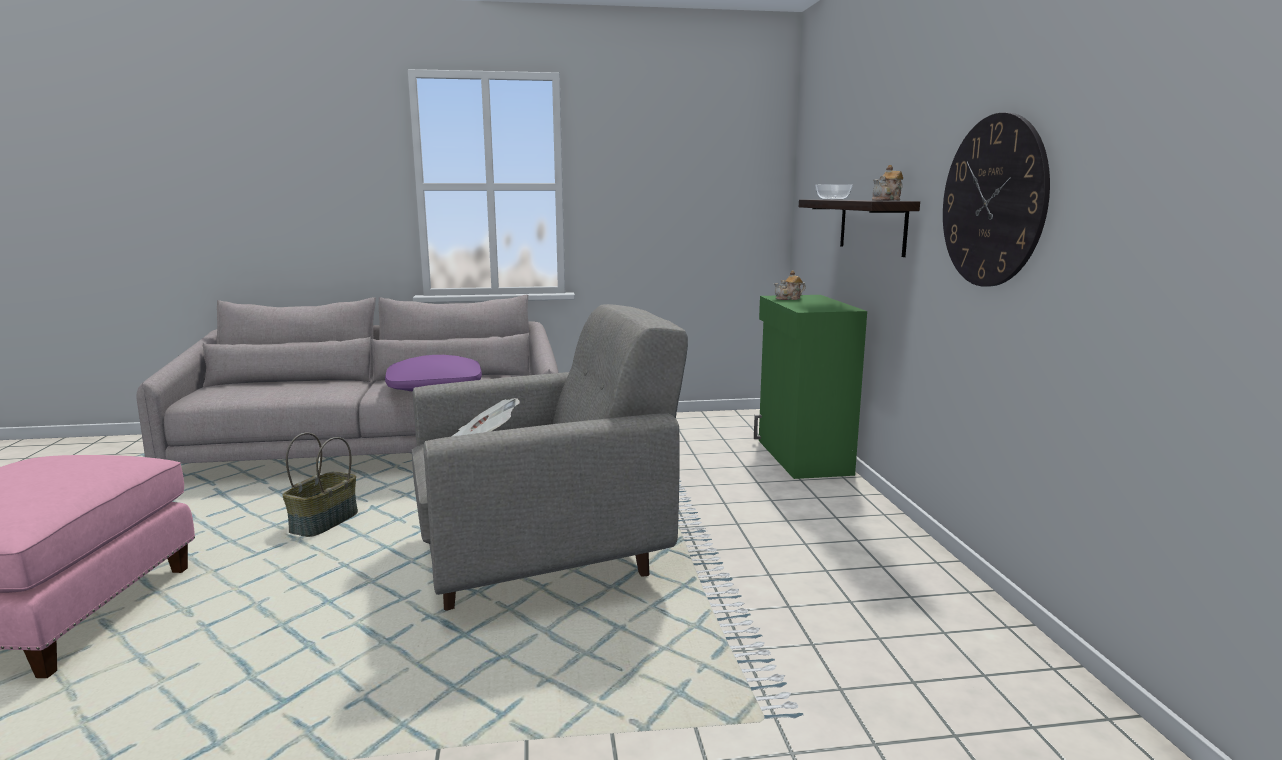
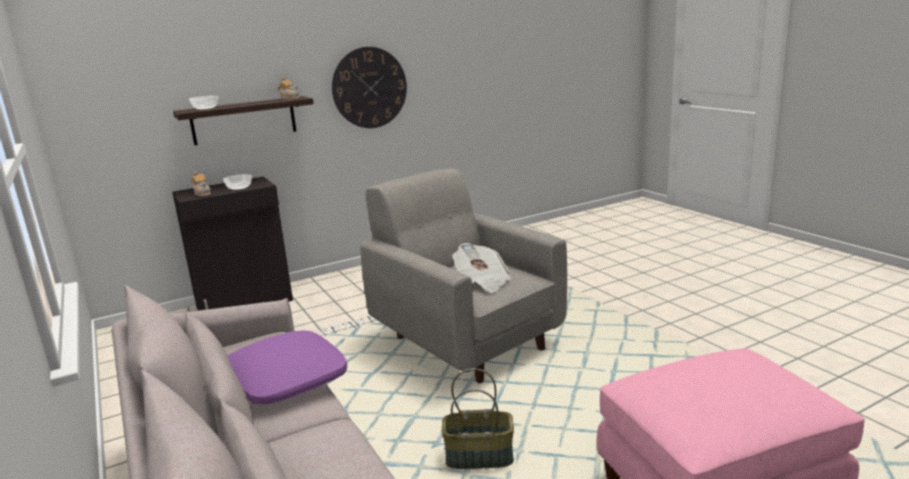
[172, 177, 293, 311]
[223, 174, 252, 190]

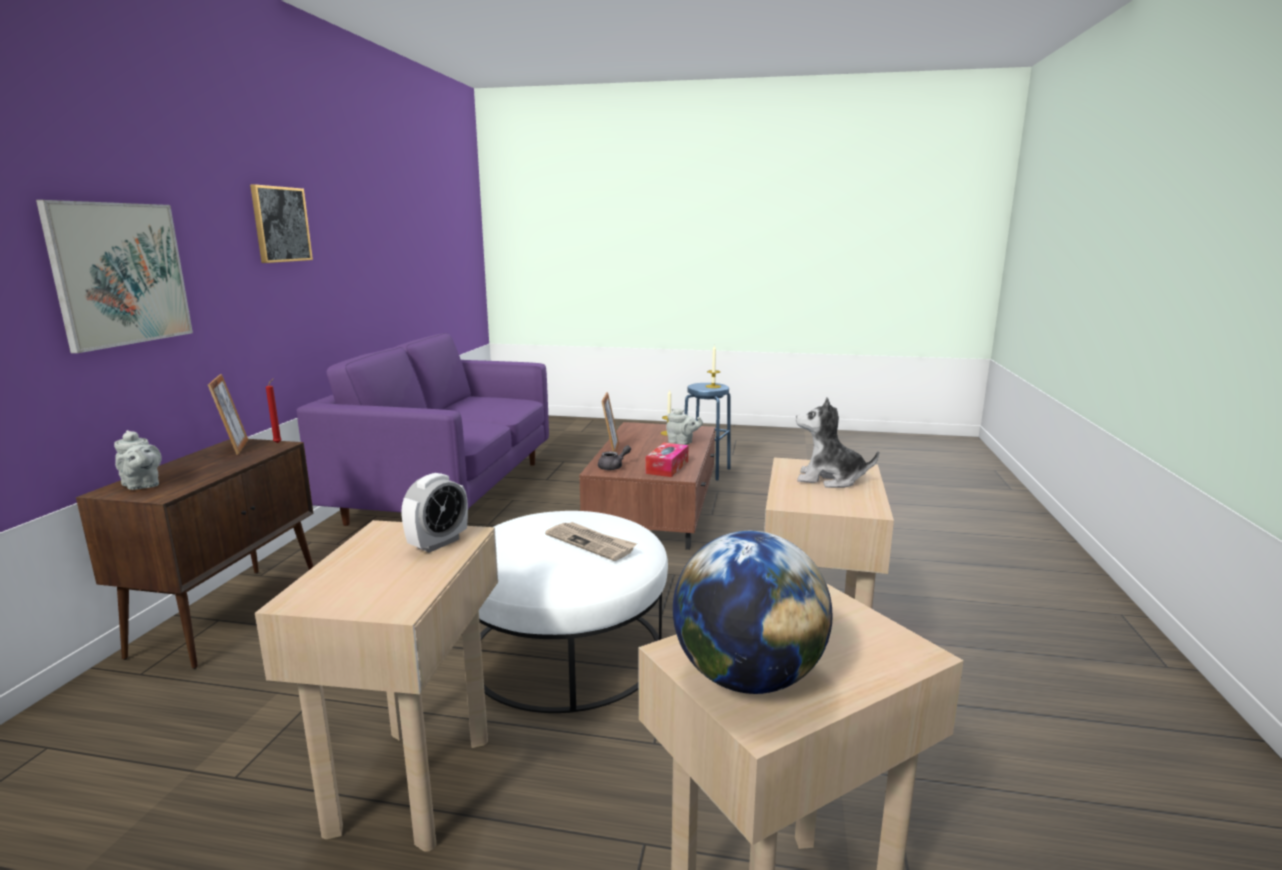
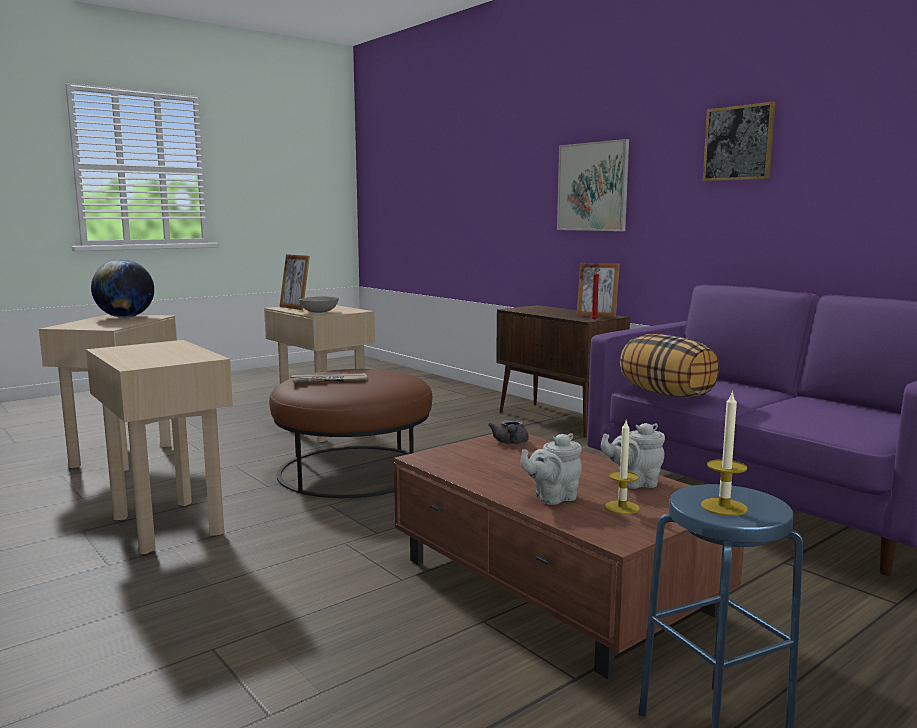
[279, 254, 310, 310]
[796, 397, 879, 488] (first image)
[601, 423, 665, 489]
[646, 443, 689, 477] (first image)
[299, 296, 339, 313]
[269, 369, 432, 498]
[620, 334, 720, 398]

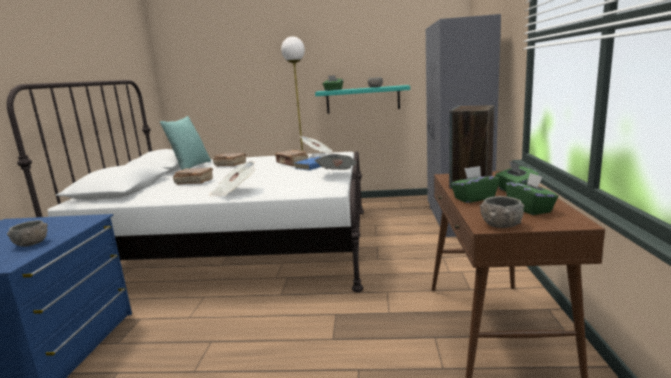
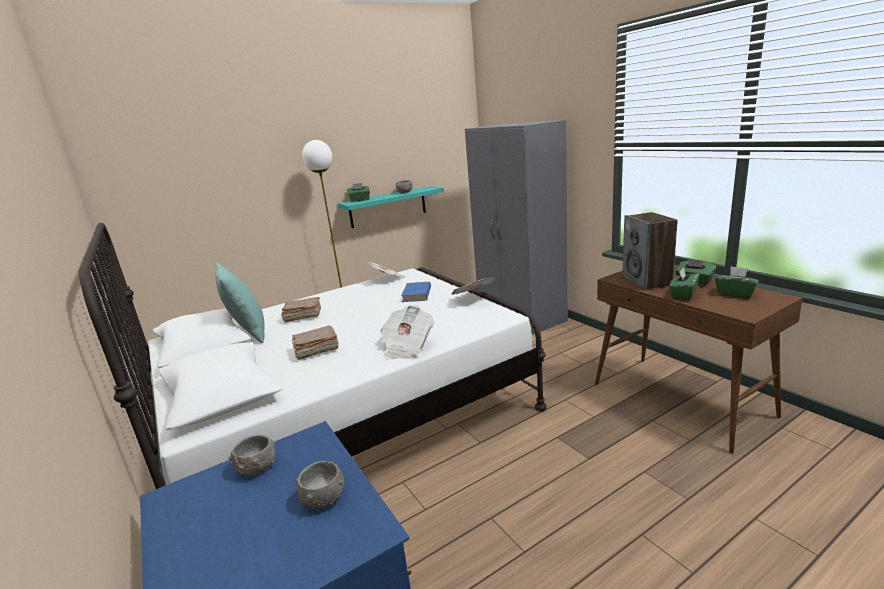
[274, 150, 308, 166] (first image)
[228, 435, 275, 476]

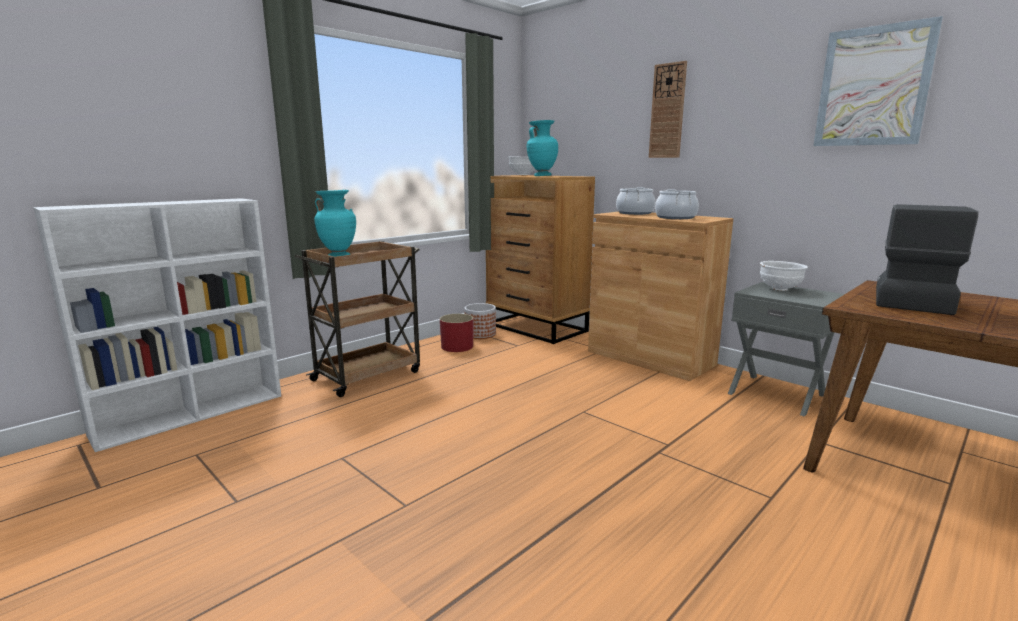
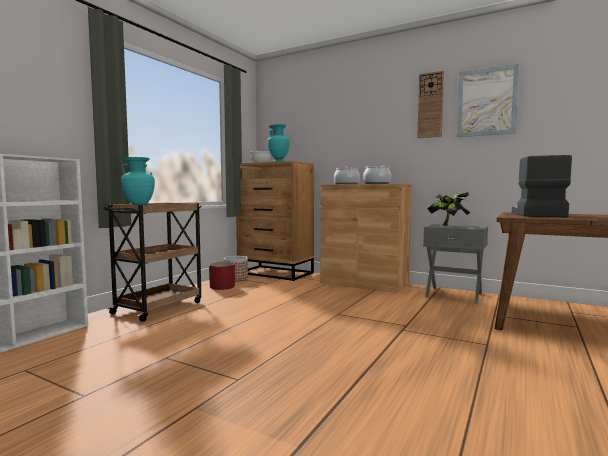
[417, 71, 444, 138]
[428, 192, 470, 225]

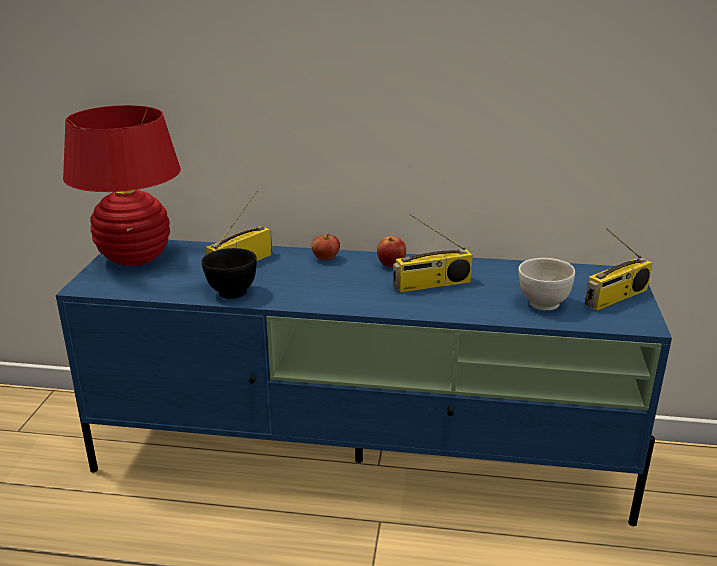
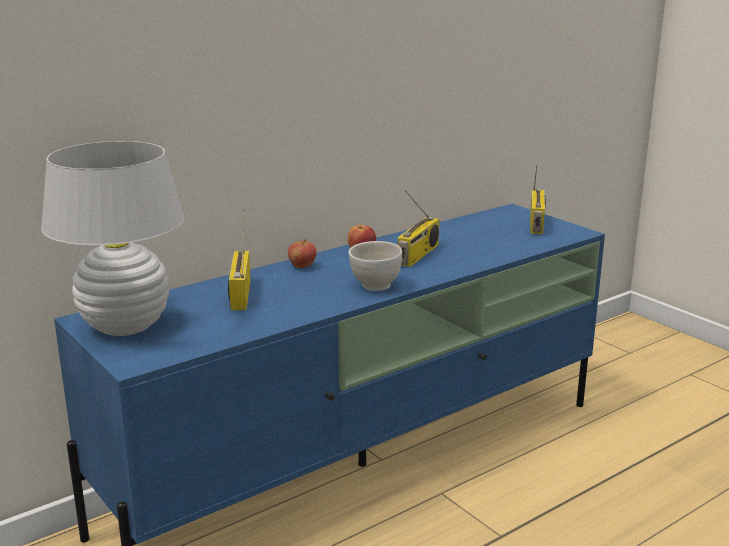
[41, 141, 184, 336]
[202, 248, 257, 299] (first image)
[349, 241, 402, 291]

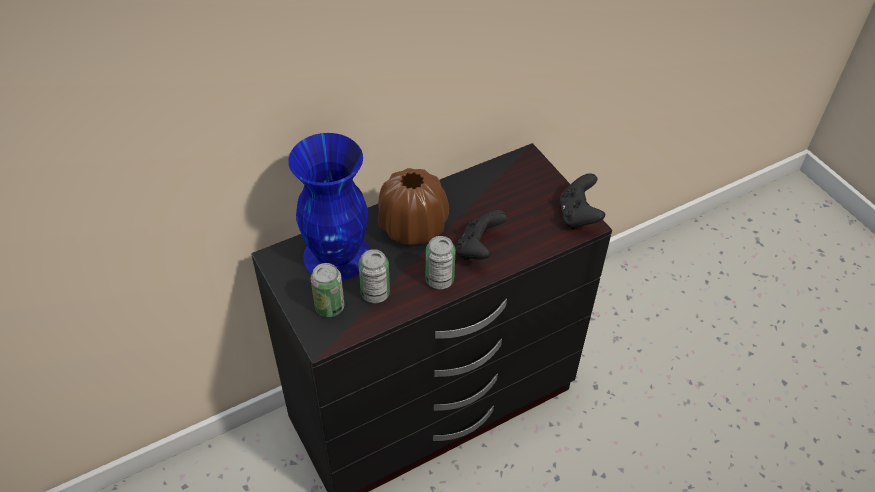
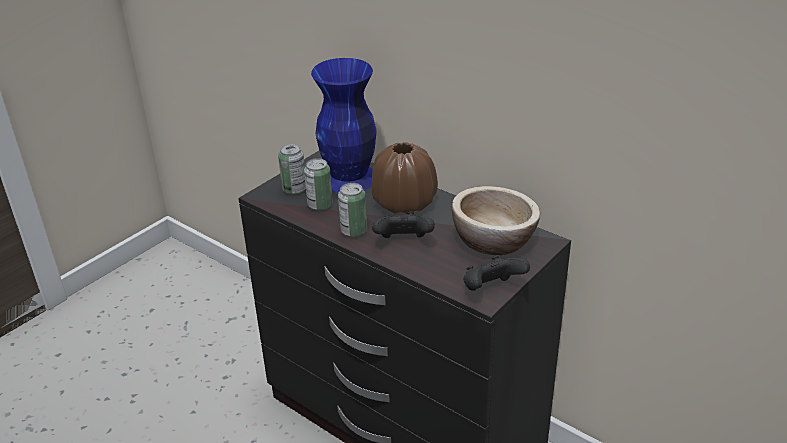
[452, 186, 540, 255]

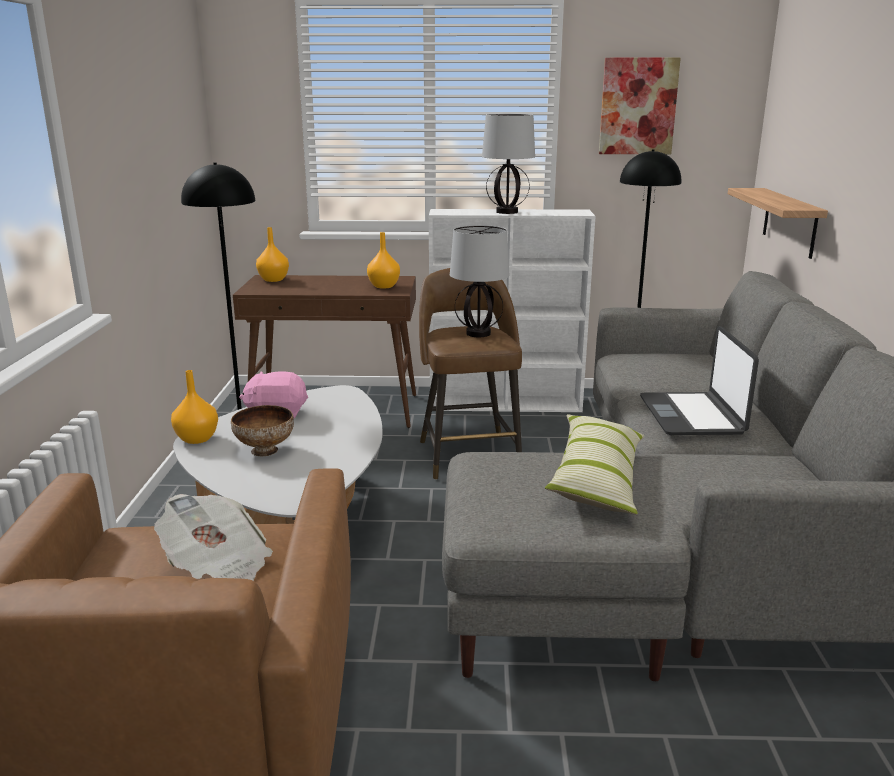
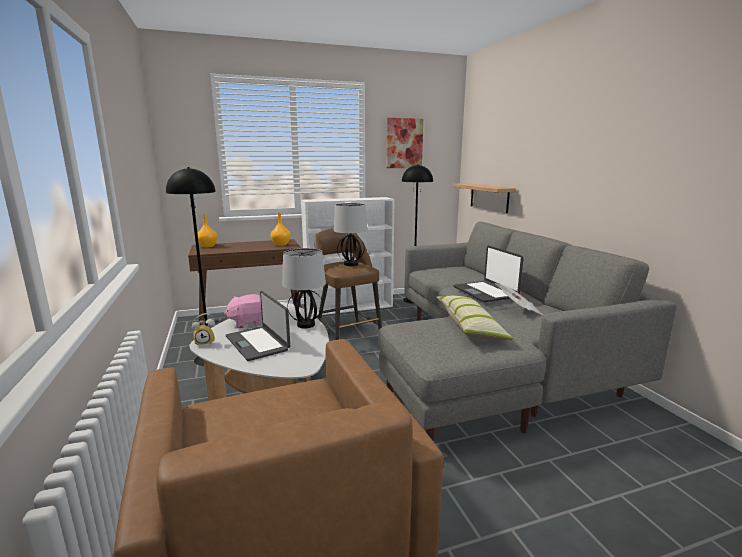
[282, 248, 326, 328]
[192, 313, 215, 345]
[226, 291, 290, 361]
[495, 283, 544, 315]

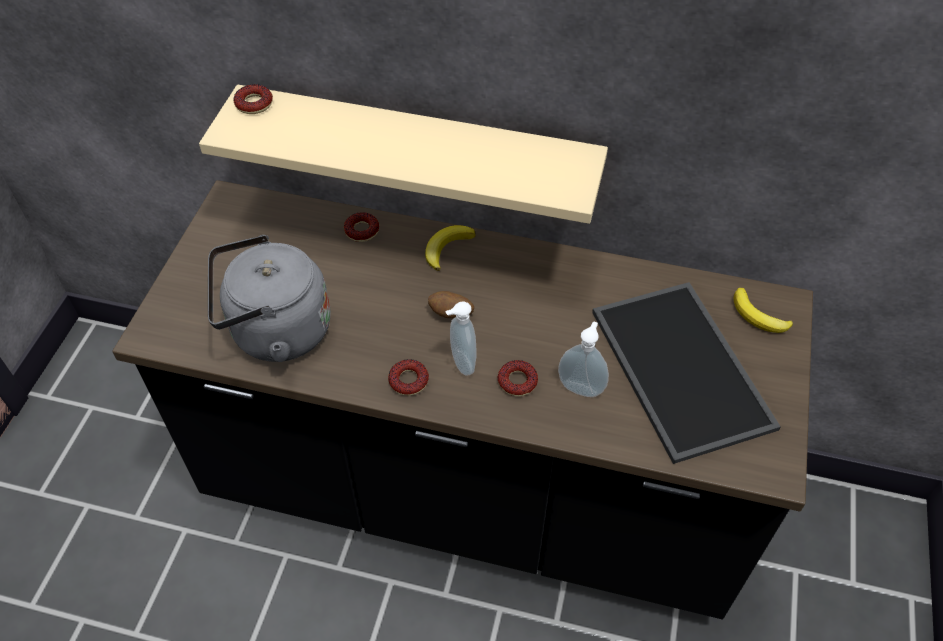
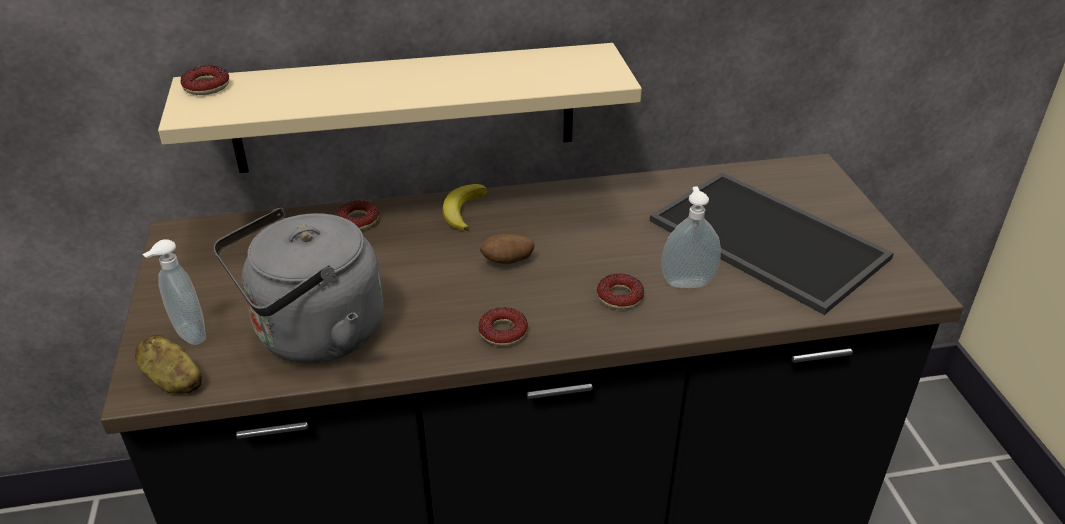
[734, 288, 793, 333] (first image)
[142, 239, 206, 345]
[135, 335, 202, 394]

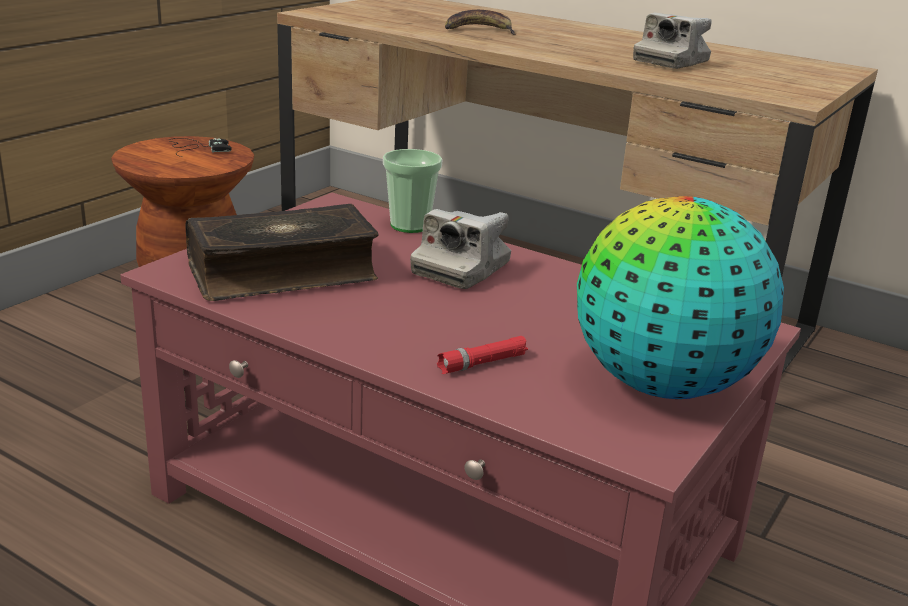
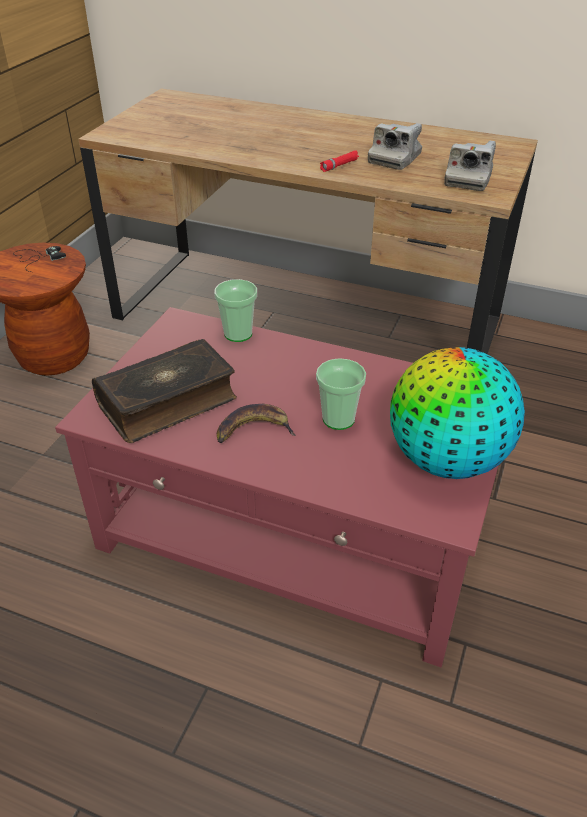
[217, 404, 296, 443]
[444, 141, 496, 191]
[320, 150, 359, 172]
[316, 358, 366, 430]

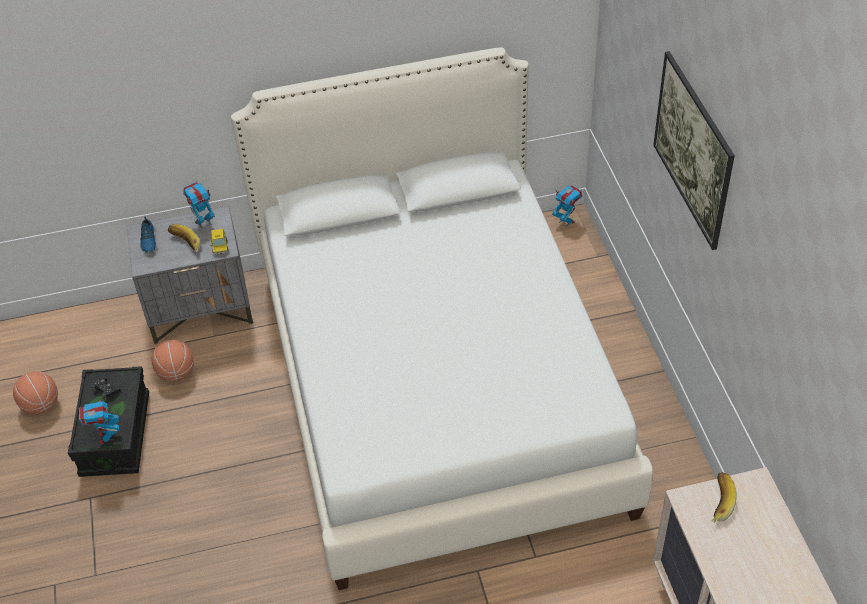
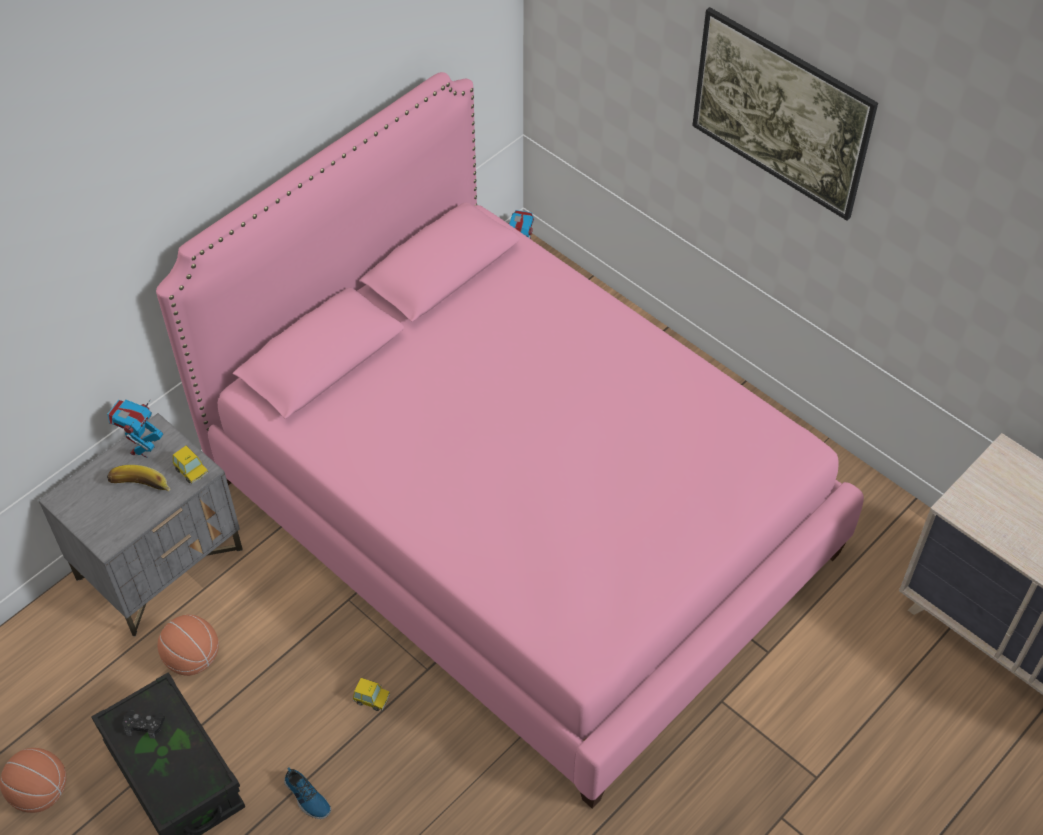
[156, 72, 864, 809]
[284, 767, 331, 819]
[79, 394, 120, 445] (first image)
[711, 472, 737, 523] (first image)
[353, 678, 390, 711]

